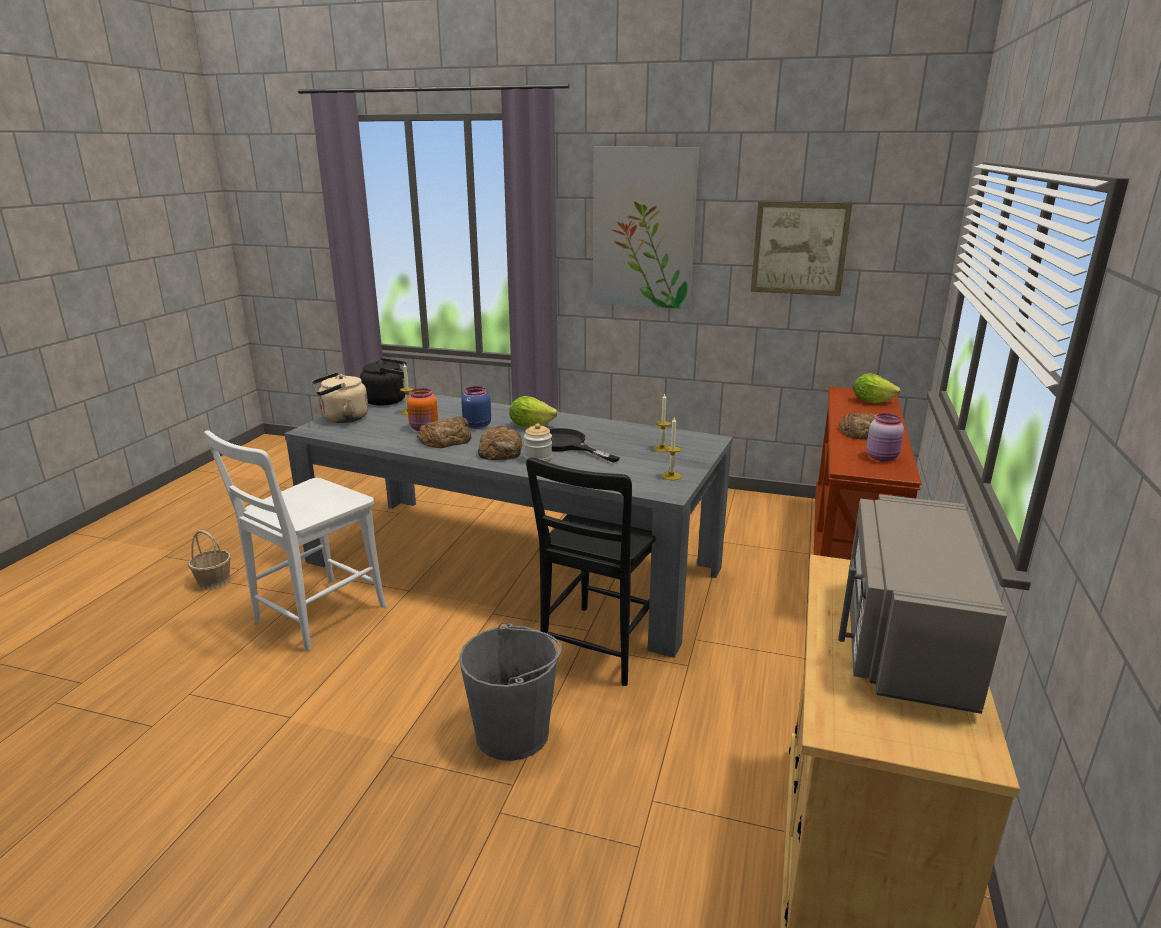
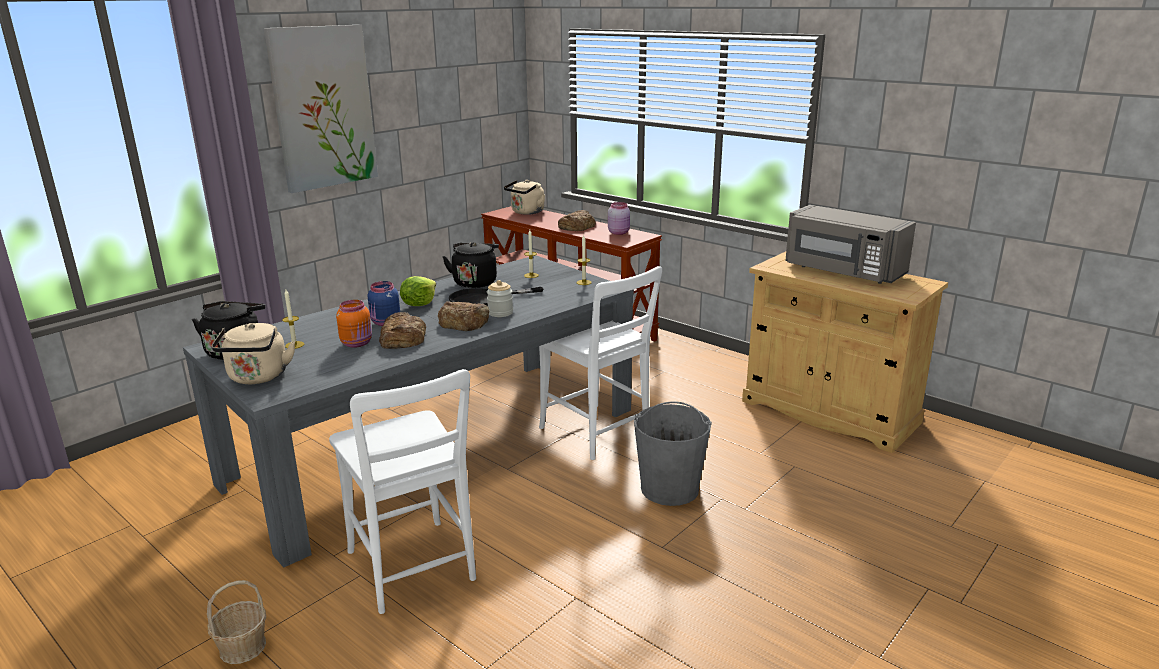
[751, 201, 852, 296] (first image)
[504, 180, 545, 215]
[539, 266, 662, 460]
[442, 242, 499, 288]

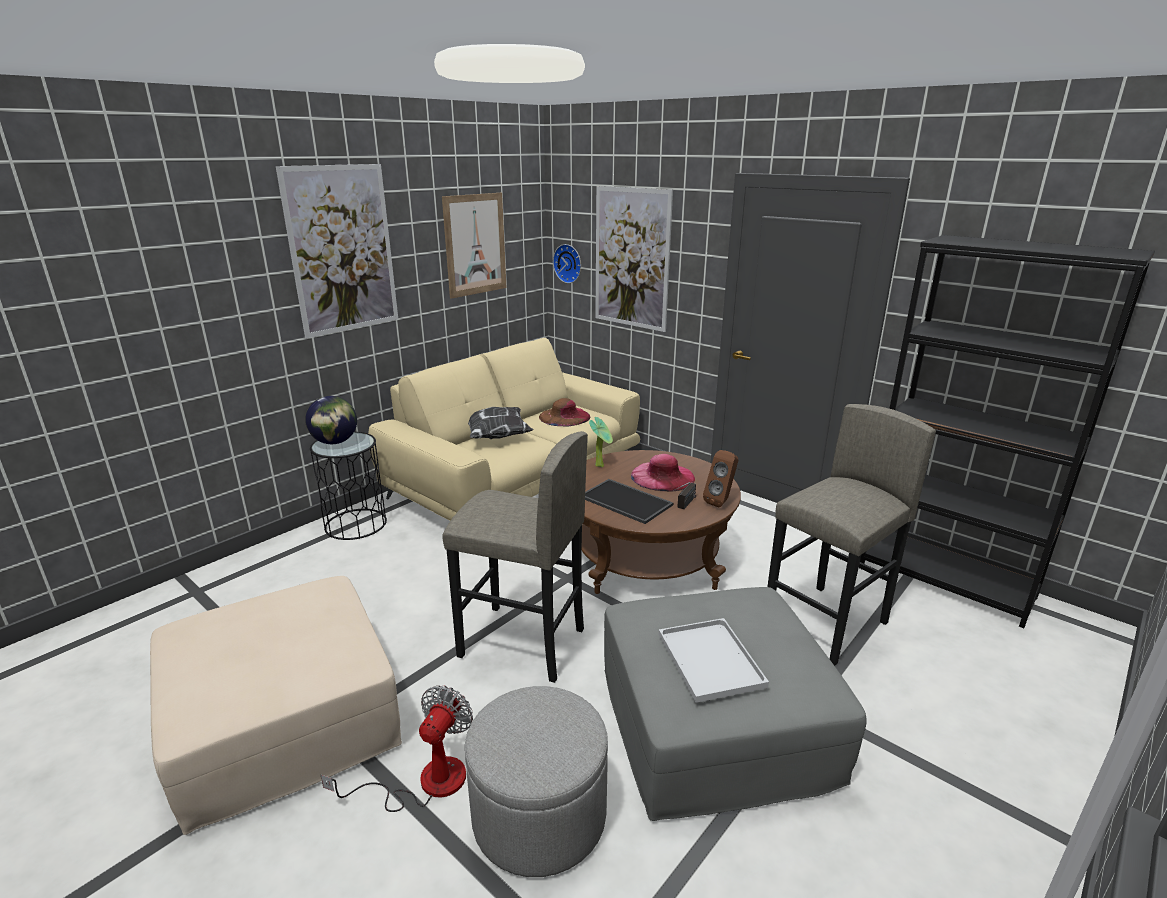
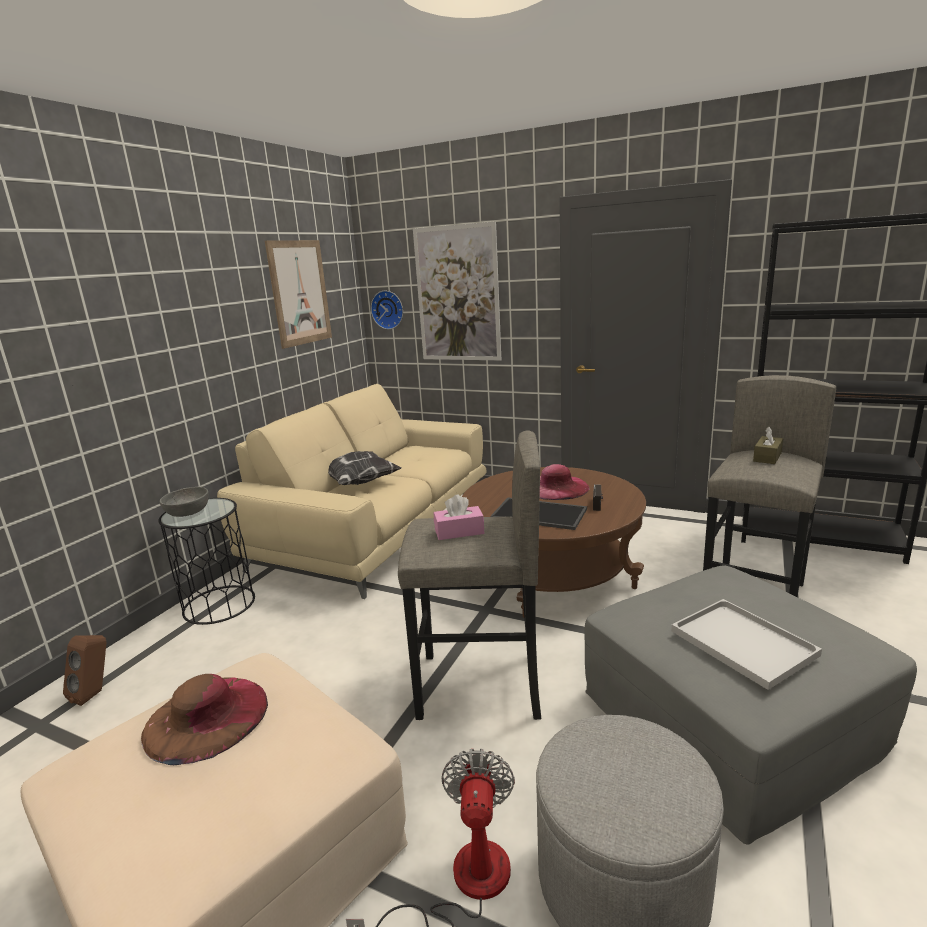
[276, 164, 398, 338] (first image)
[160, 487, 209, 517]
[141, 674, 268, 765]
[589, 417, 613, 467] (first image)
[63, 635, 106, 706]
[753, 427, 783, 464]
[434, 494, 484, 540]

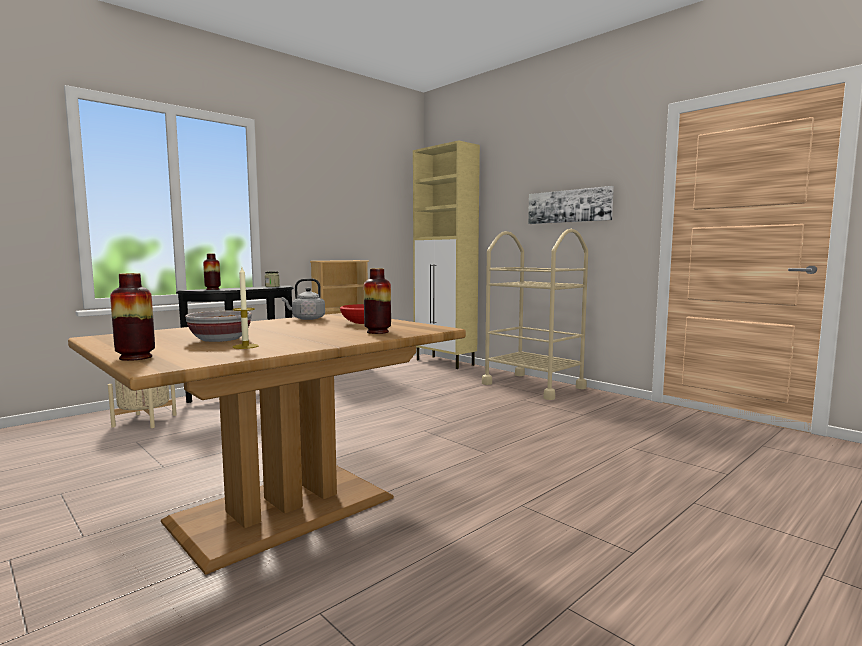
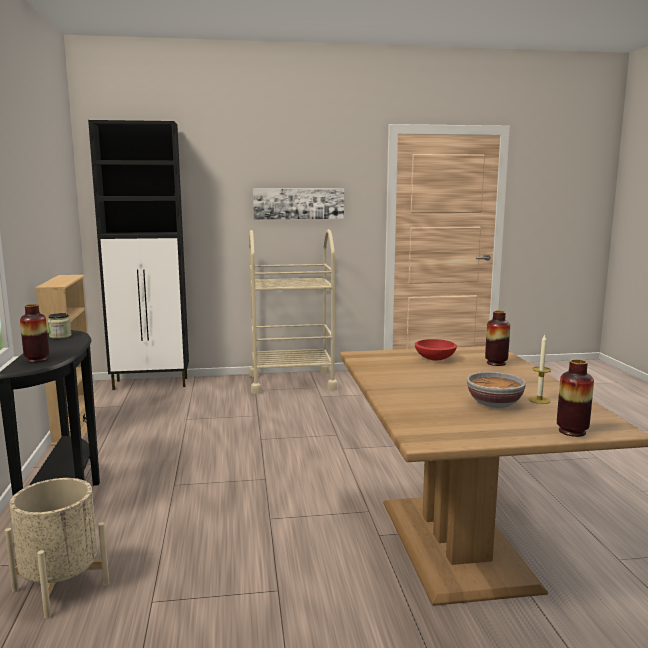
[88, 120, 189, 390]
[282, 278, 325, 320] (first image)

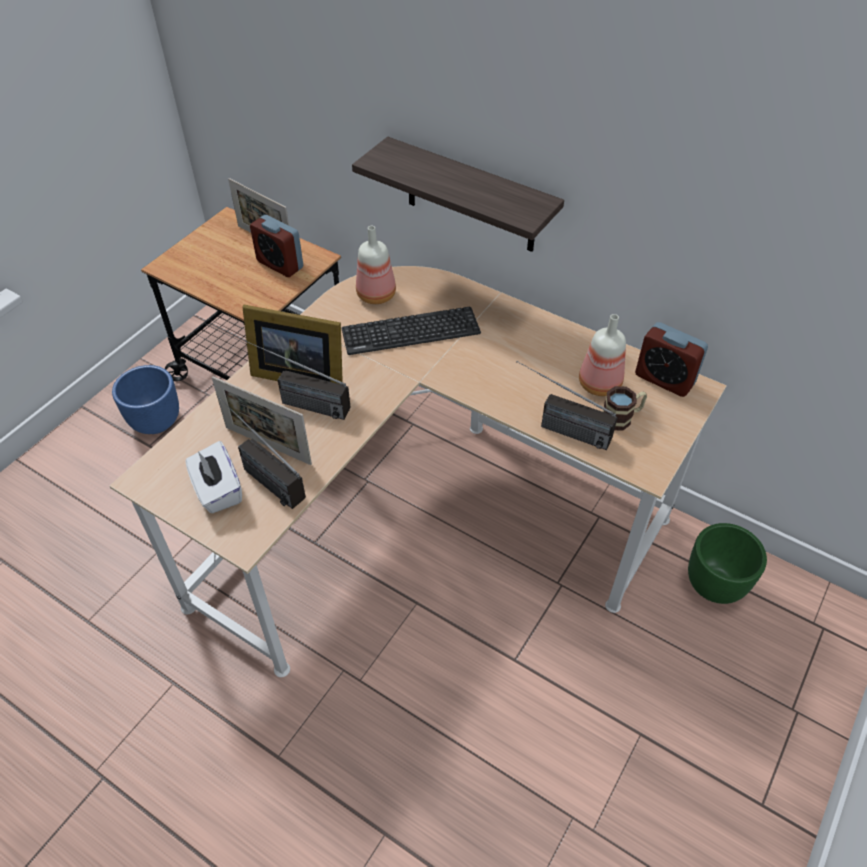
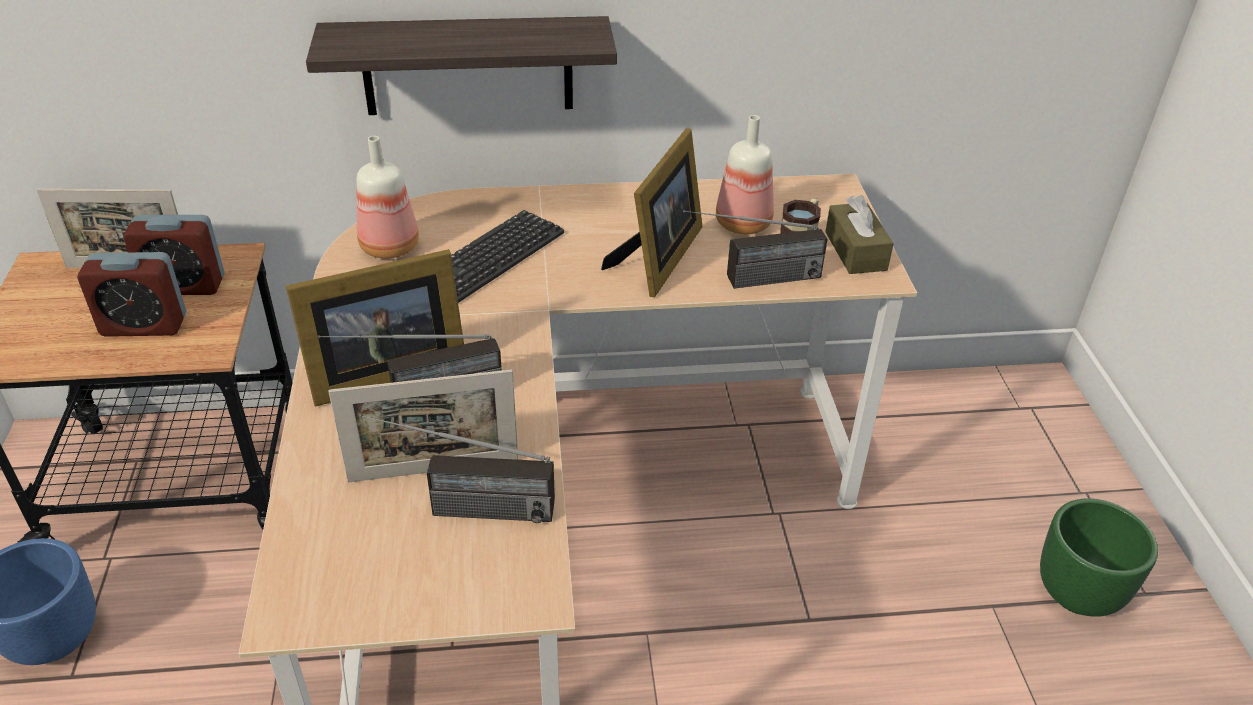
[77, 252, 186, 337]
[185, 441, 242, 513] (first image)
[1040, 498, 1158, 617]
[601, 128, 703, 297]
[826, 195, 894, 274]

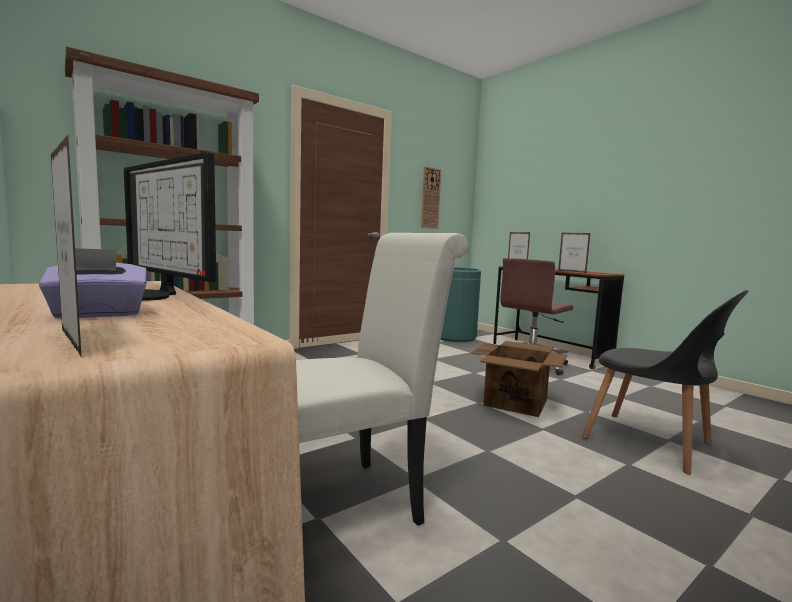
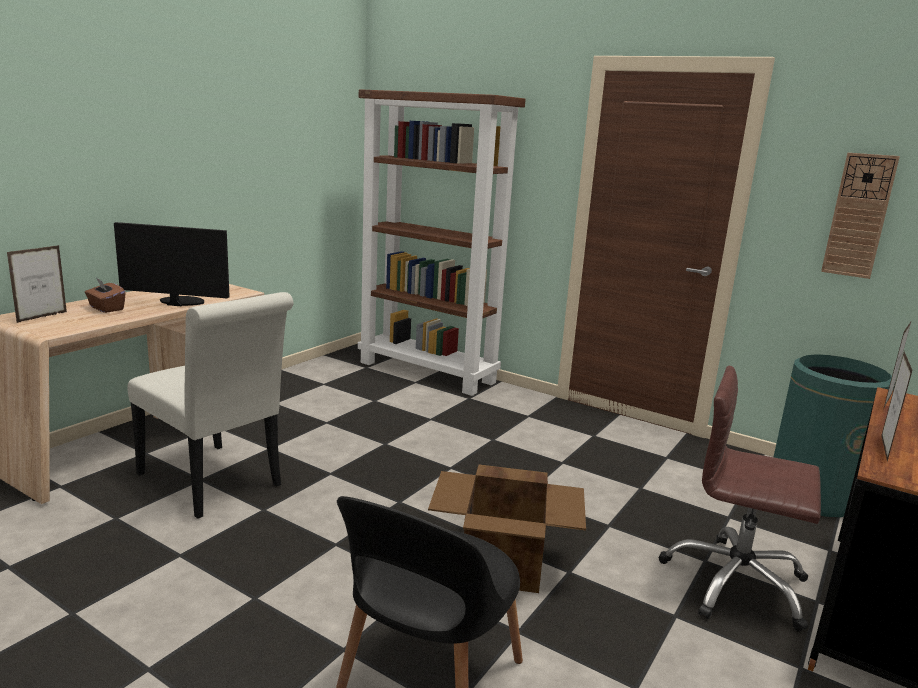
[114, 222, 230, 306]
[85, 279, 126, 313]

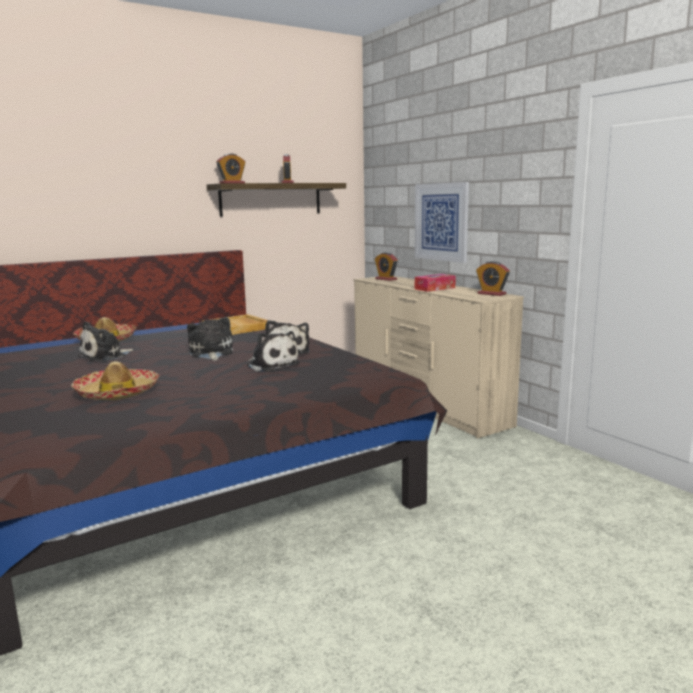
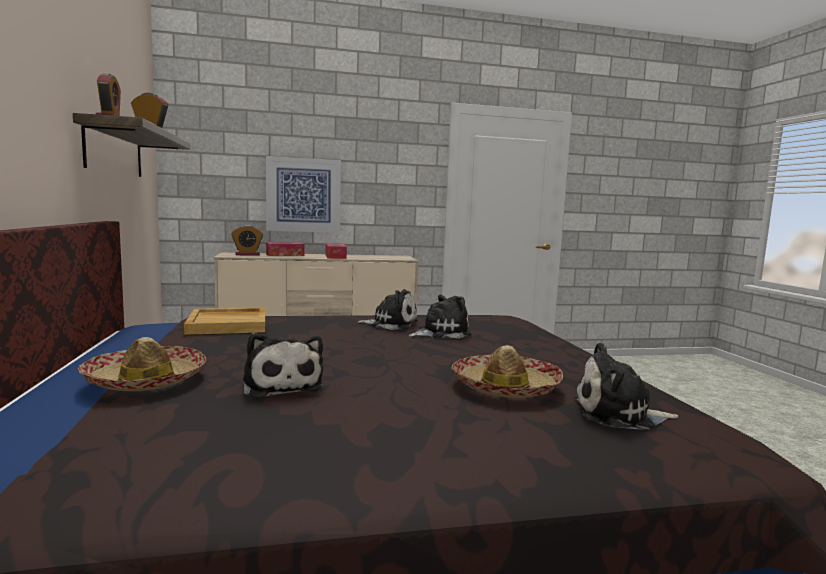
[476, 261, 510, 296] (first image)
[574, 343, 678, 430]
[266, 242, 305, 256]

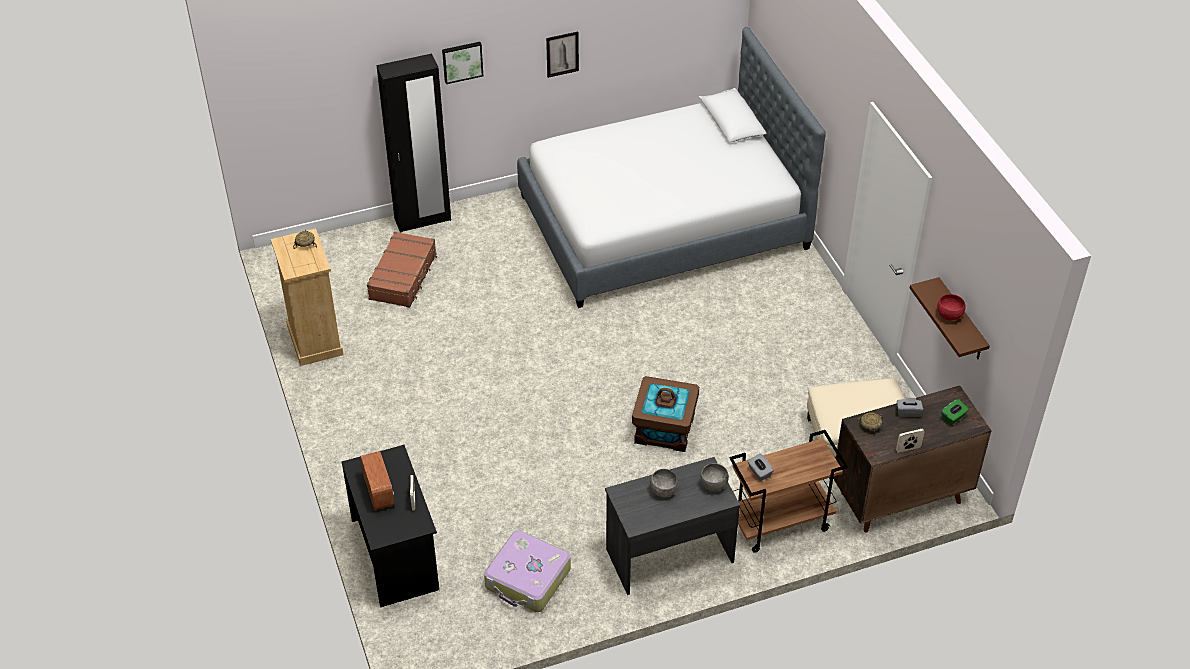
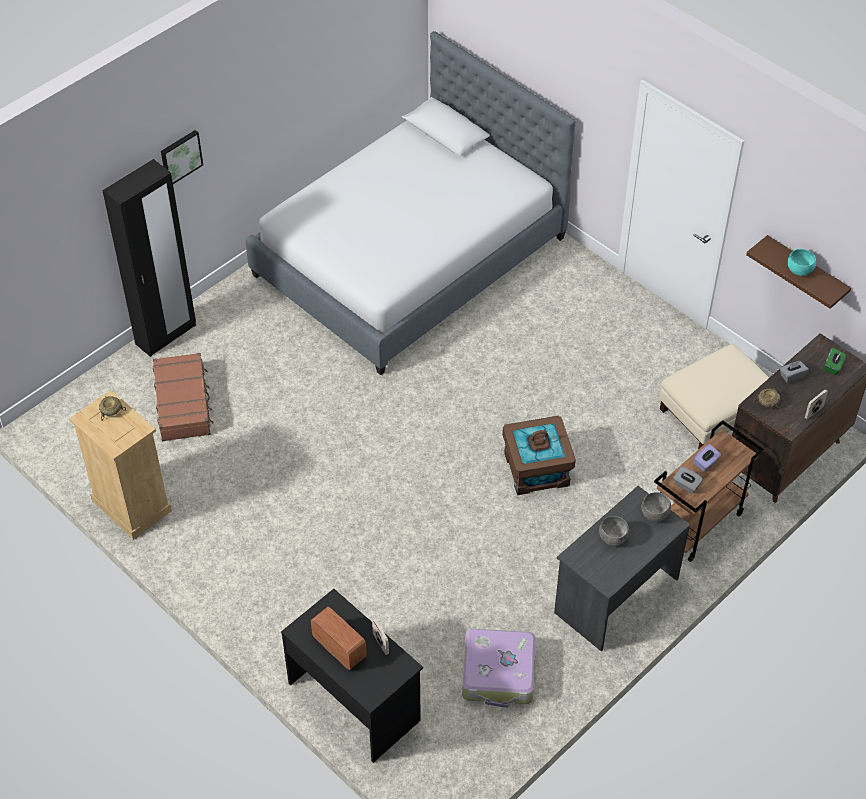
[546, 32, 579, 78] (first image)
[788, 249, 816, 276]
[694, 444, 721, 472]

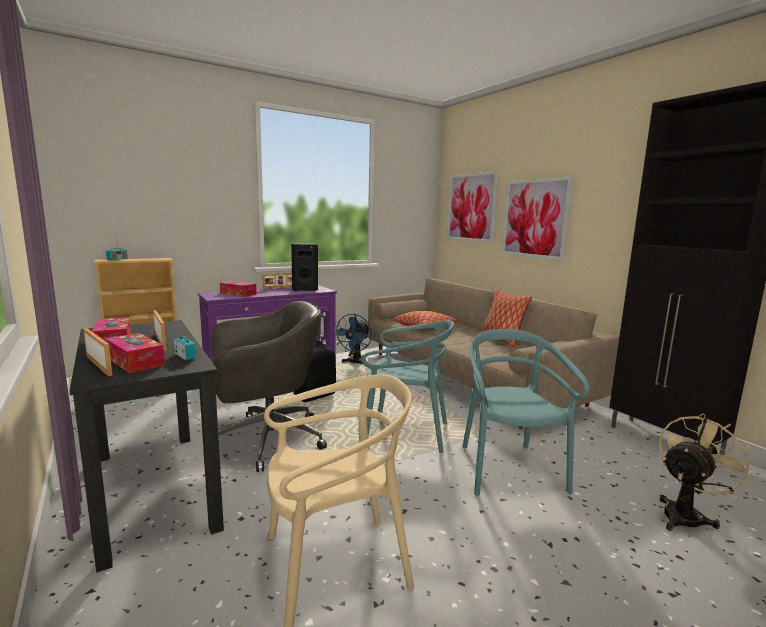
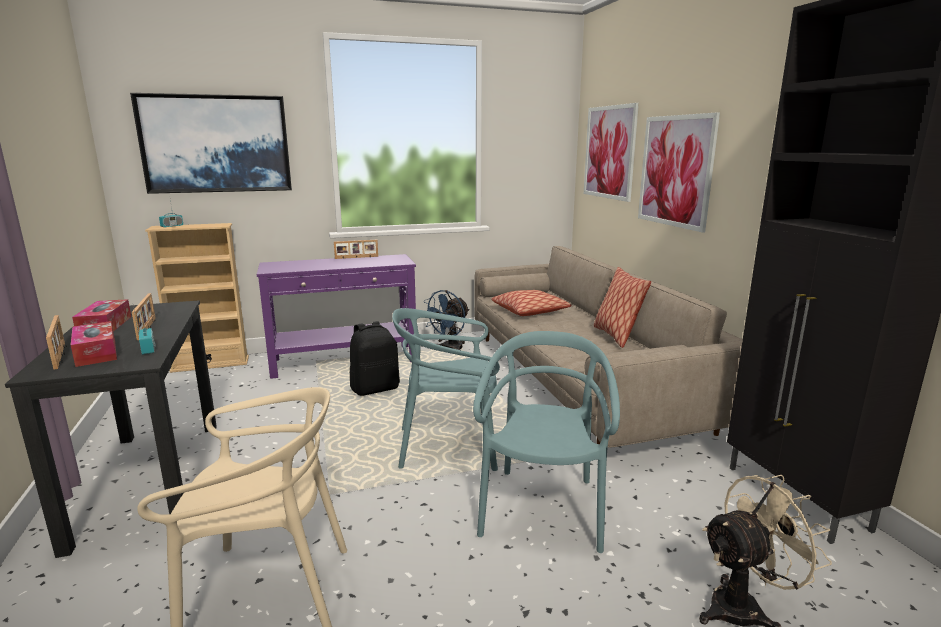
[291, 243, 318, 292] (first image)
[220, 281, 257, 297] (first image)
[212, 301, 327, 472] (first image)
[392, 308, 500, 471]
[130, 93, 292, 194]

